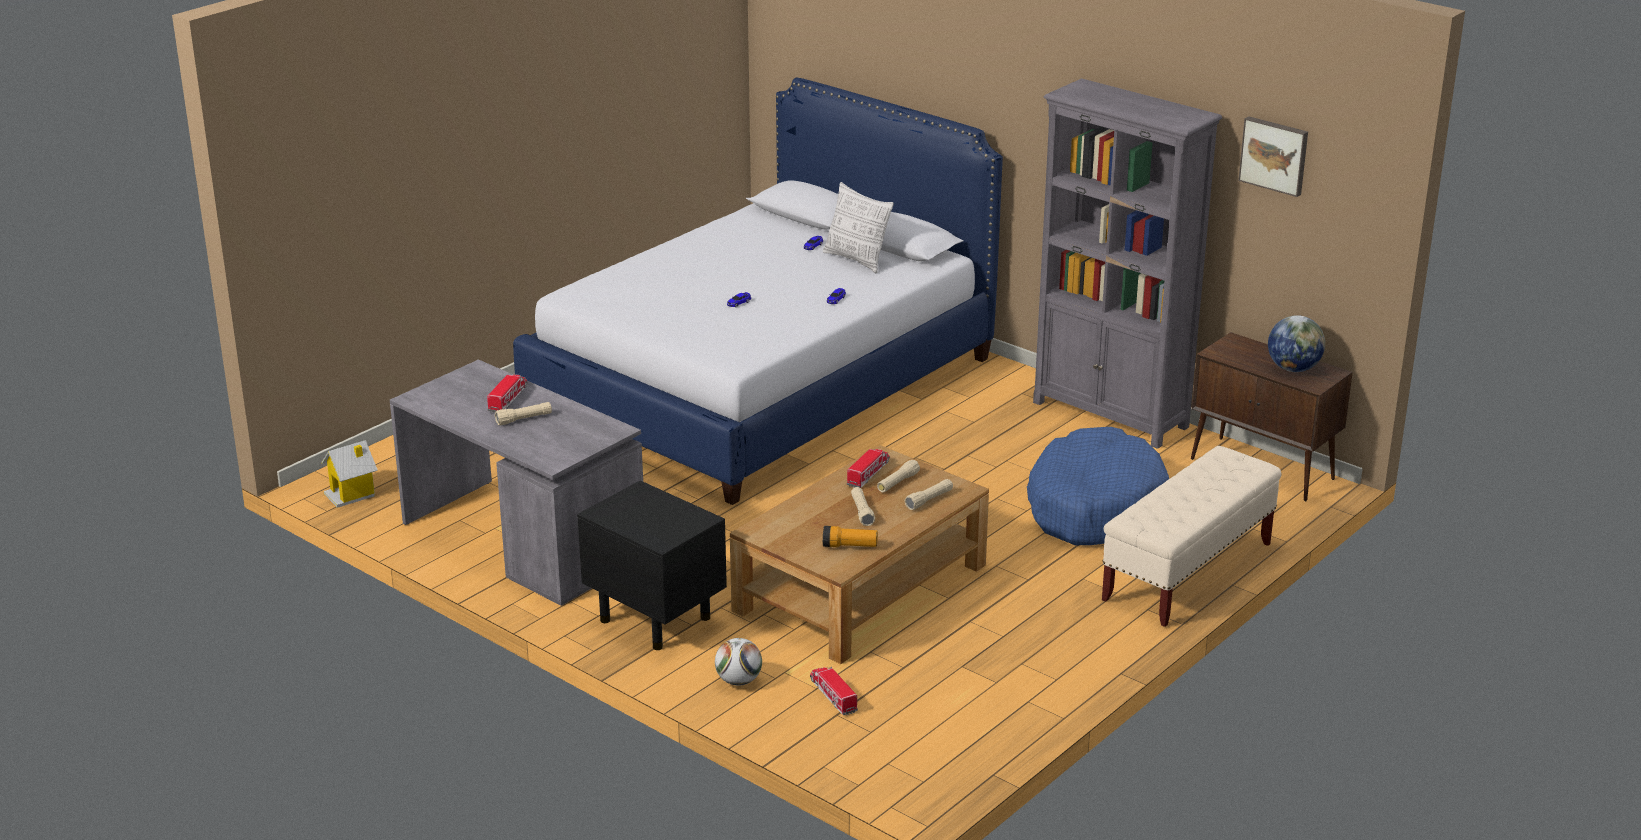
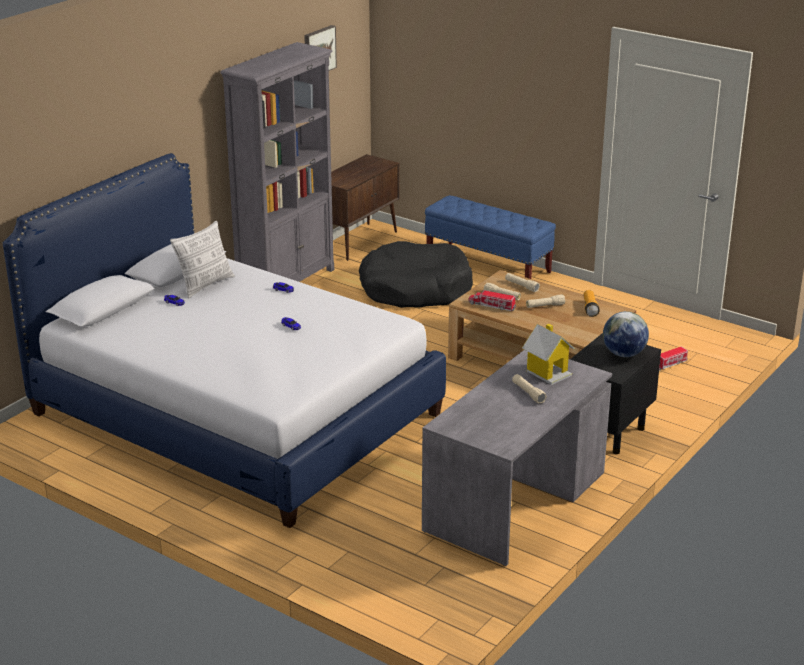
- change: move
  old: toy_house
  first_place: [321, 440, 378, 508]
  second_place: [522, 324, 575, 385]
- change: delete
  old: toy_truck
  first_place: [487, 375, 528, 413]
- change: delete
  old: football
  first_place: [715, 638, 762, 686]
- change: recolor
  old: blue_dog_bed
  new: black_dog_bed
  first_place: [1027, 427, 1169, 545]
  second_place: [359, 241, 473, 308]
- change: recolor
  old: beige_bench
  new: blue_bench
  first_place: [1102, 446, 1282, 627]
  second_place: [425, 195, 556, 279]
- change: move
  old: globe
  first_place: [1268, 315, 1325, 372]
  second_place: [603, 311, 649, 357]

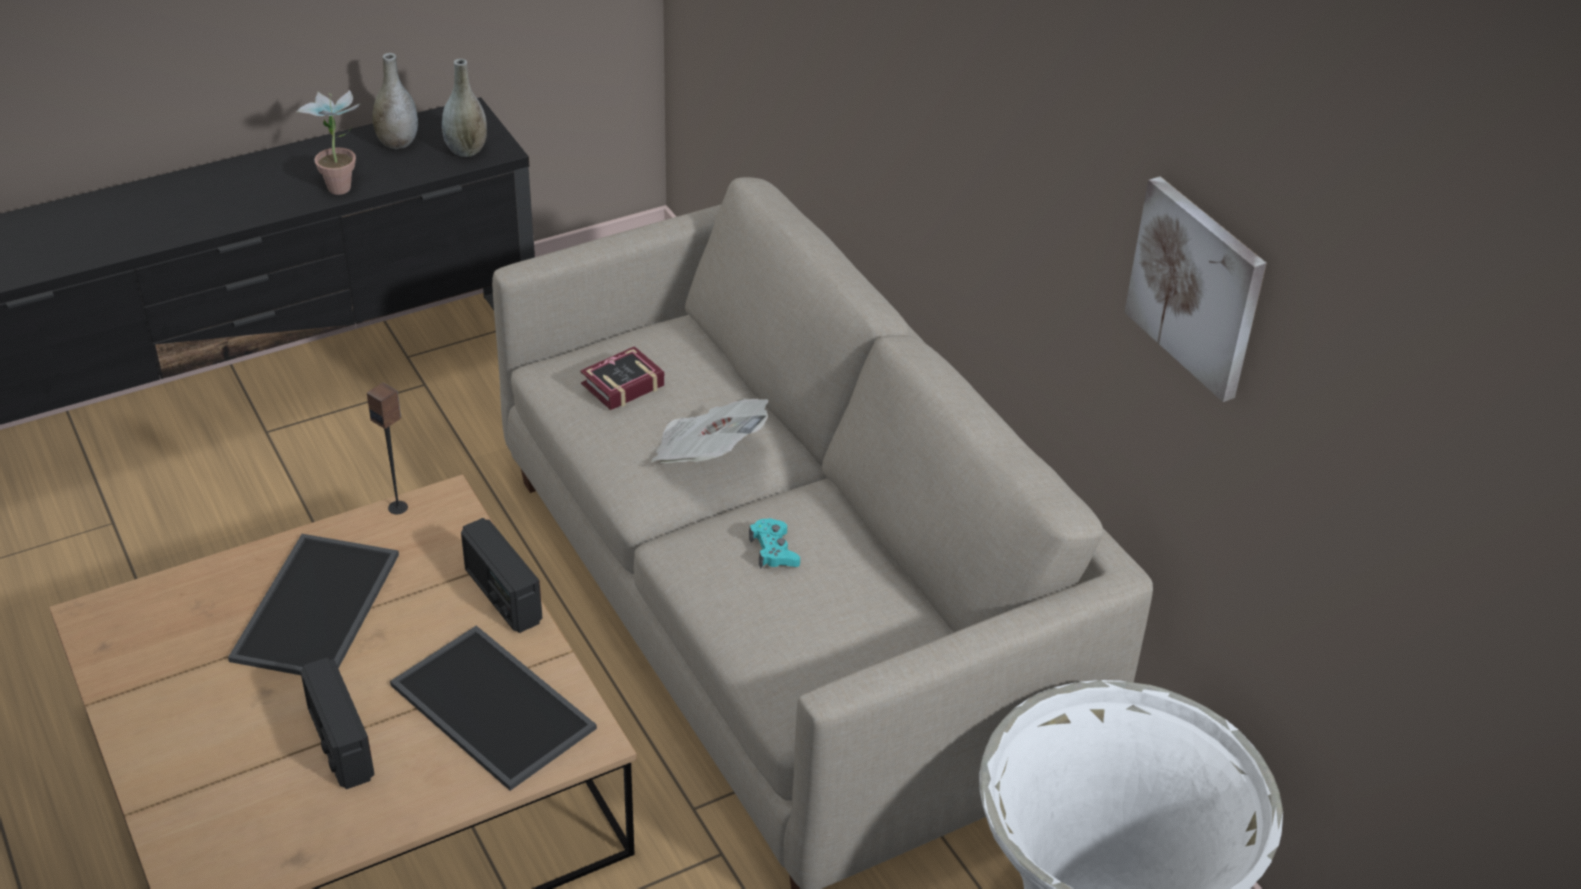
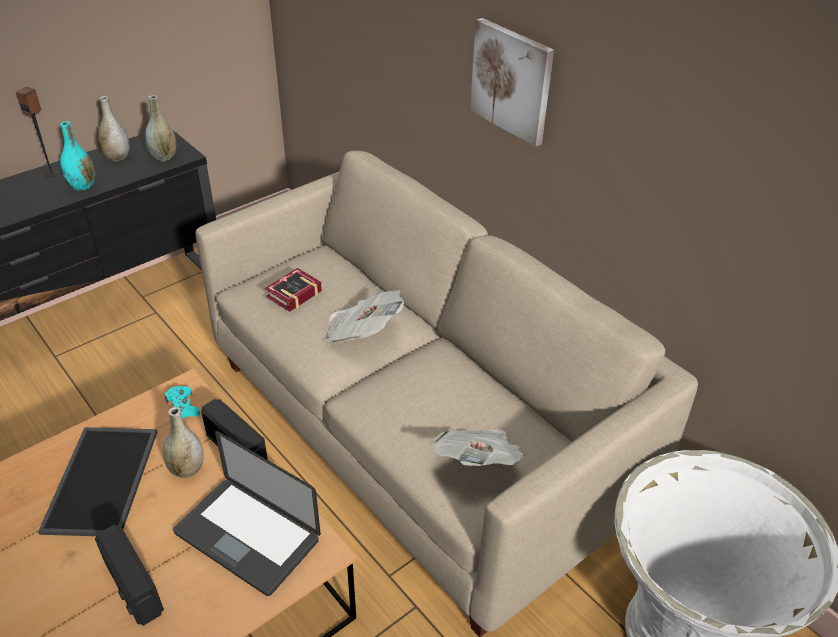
- change: replace
  old: potted_plant
  new: turquoise_vase
  first_place: [297, 90, 360, 195]
  second_place: [60, 121, 95, 191]
- change: move
  old: speaker
  first_place: [367, 382, 408, 514]
  second_place: [16, 87, 58, 177]
- change: replace
  old: tray
  new: laptop
  first_place: [390, 626, 597, 791]
  second_place: [173, 431, 321, 596]
- change: move
  old: turquoise_game_controller
  first_place: [749, 518, 800, 569]
  second_place: [164, 386, 200, 418]
- change: move
  old: picture
  first_place: [1124, 176, 1267, 402]
  second_place: [470, 18, 554, 147]
- change: insert
  new: grey_vase
  second_place: [163, 407, 203, 478]
- change: insert
  new: newspaper
  second_place: [430, 429, 525, 466]

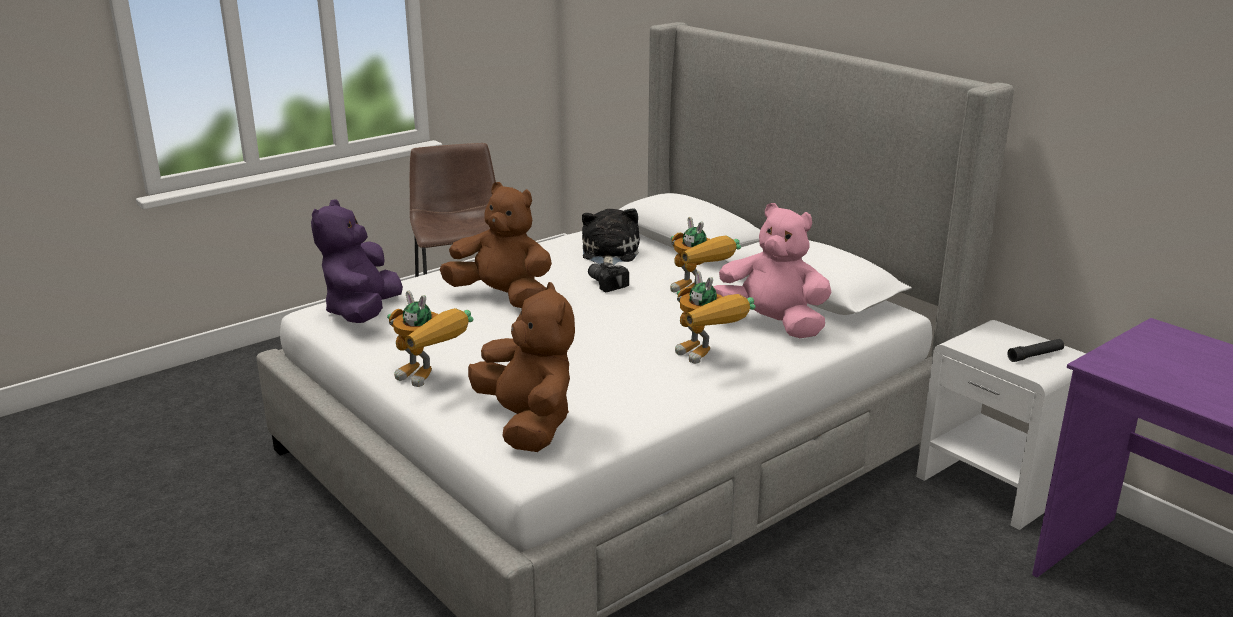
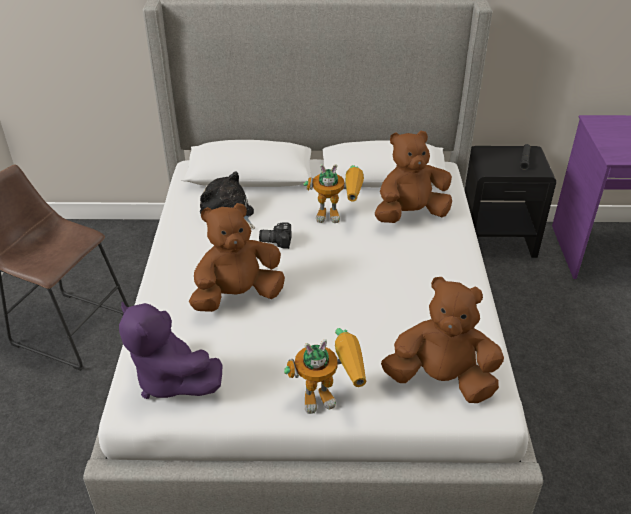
- change: delete
  old: toy_robot
  first_place: [675, 271, 756, 364]
- change: recolor
  old: pink_plush_toy
  new: brown_plush_toy
  first_place: [713, 203, 831, 338]
  second_place: [375, 130, 452, 223]
- change: recolor
  old: white_nightstand
  new: black_nightstand
  first_place: [916, 320, 1086, 530]
  second_place: [465, 146, 556, 258]

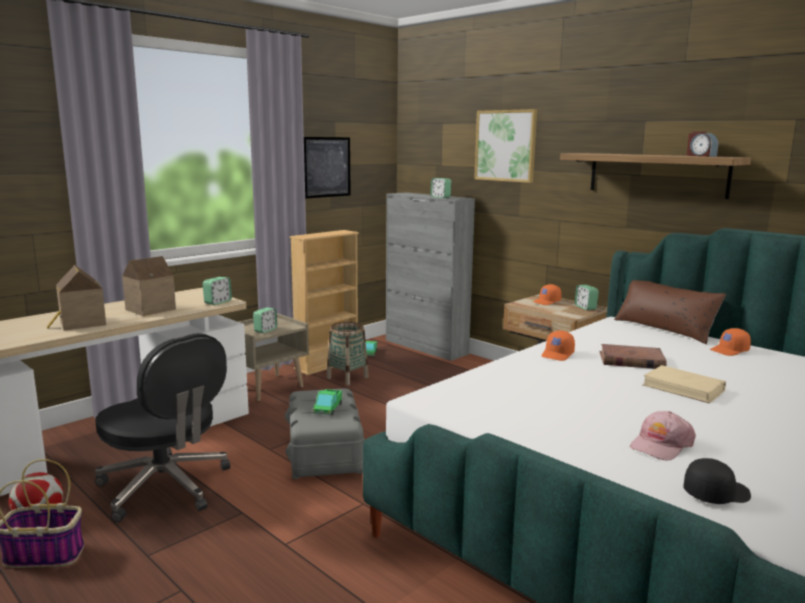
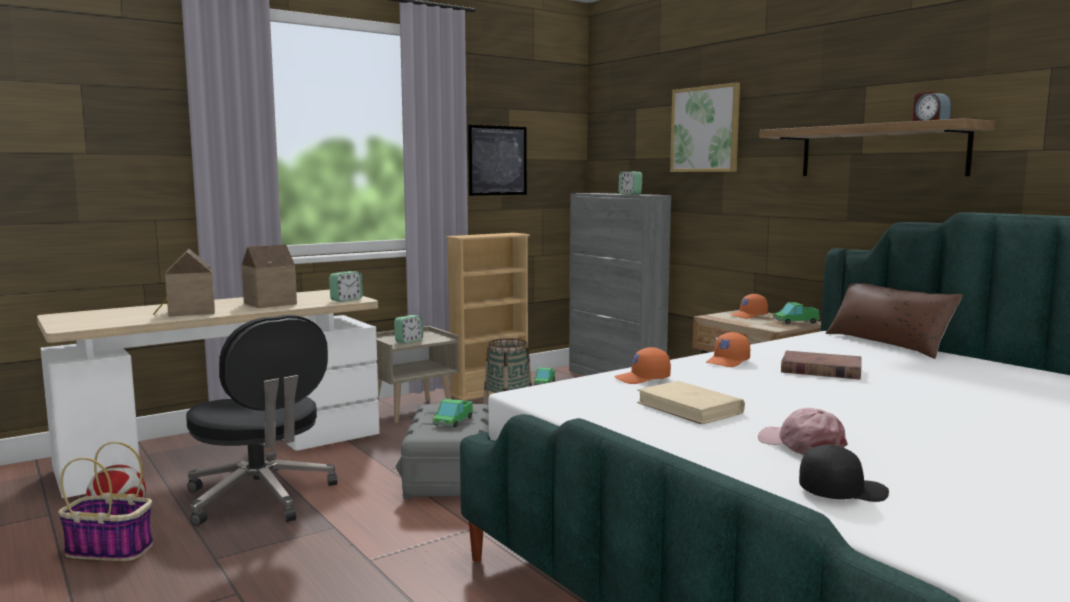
- change: replace
  old: alarm_clock
  new: toy_truck
  first_place: [575, 285, 599, 310]
  second_place: [773, 302, 820, 324]
- change: rotate
  old: pink_cap
  first_place: [630, 411, 696, 461]
  second_place: [758, 408, 848, 455]
  degrees: 90
- change: move
  old: beige_book
  first_place: [642, 365, 726, 403]
  second_place: [637, 381, 745, 424]
- change: move
  old: orange_cap
  first_place: [710, 328, 751, 356]
  second_place: [614, 347, 671, 384]

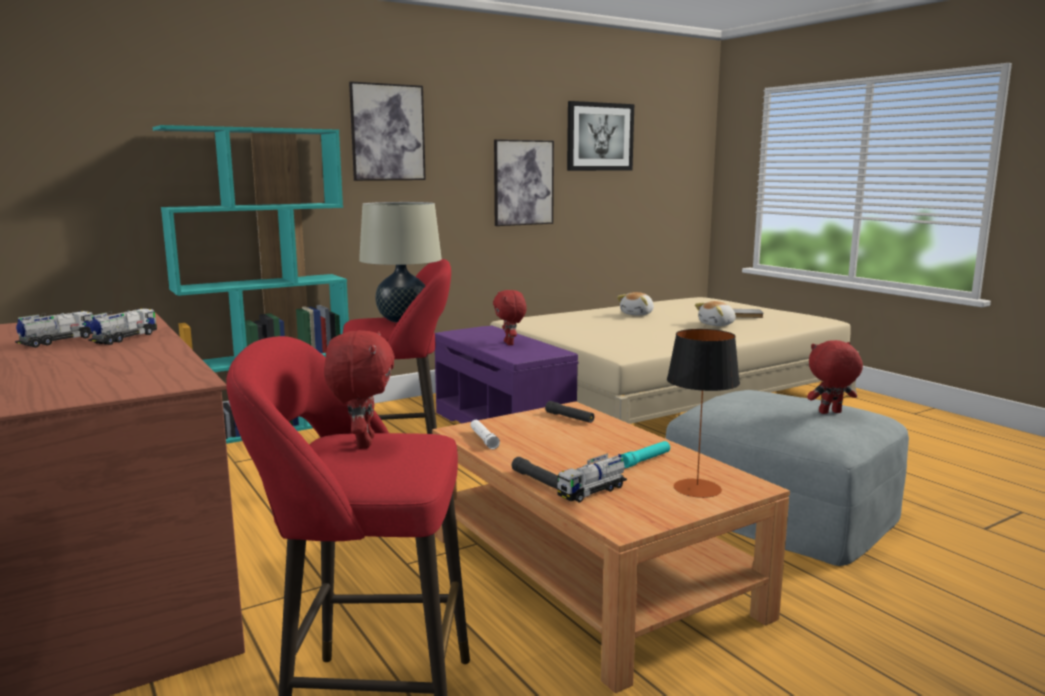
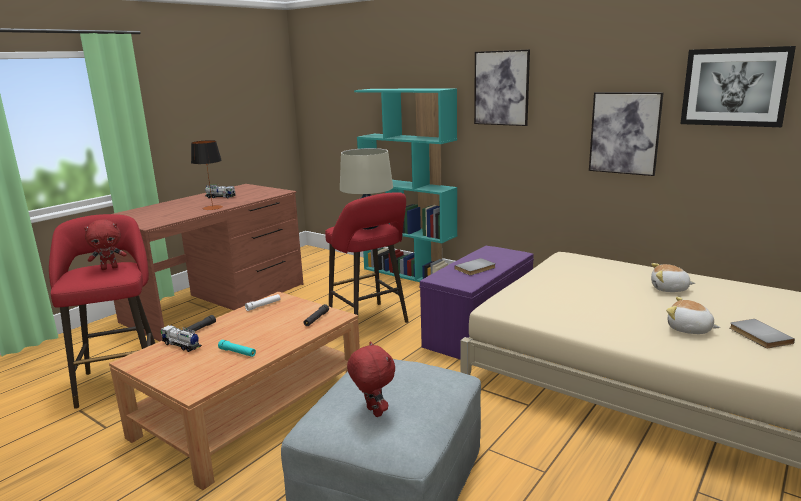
- change: delete
  old: toy_truck
  first_place: [88, 308, 157, 345]
- change: replace
  old: red_plush_toy
  new: grey_book
  first_place: [493, 290, 527, 345]
  second_place: [455, 258, 496, 275]
- change: move
  old: table_lamp
  first_place: [667, 329, 740, 498]
  second_place: [191, 140, 223, 210]

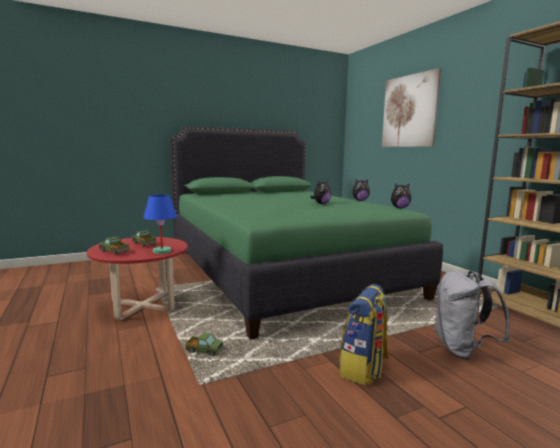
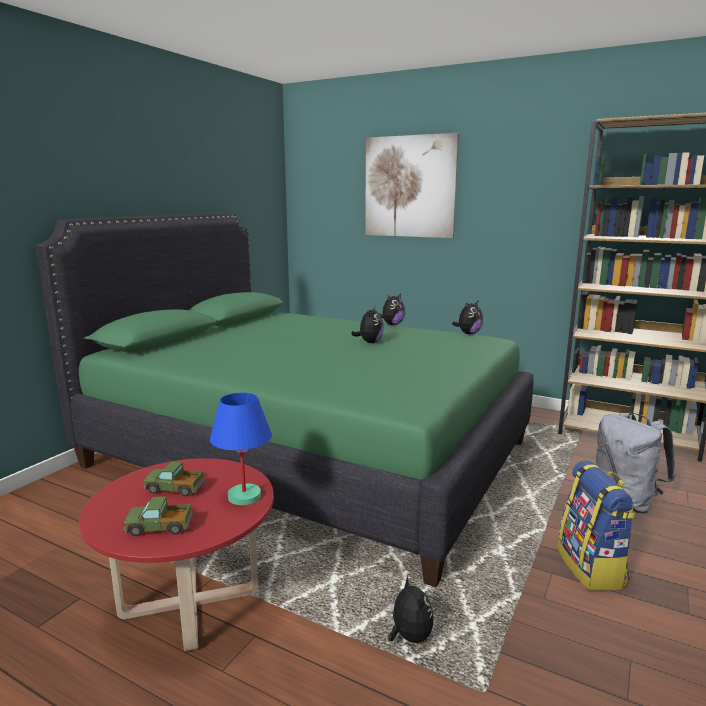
- change: replace
  old: toy_truck
  new: plush_toy
  first_place: [185, 333, 224, 356]
  second_place: [388, 576, 433, 643]

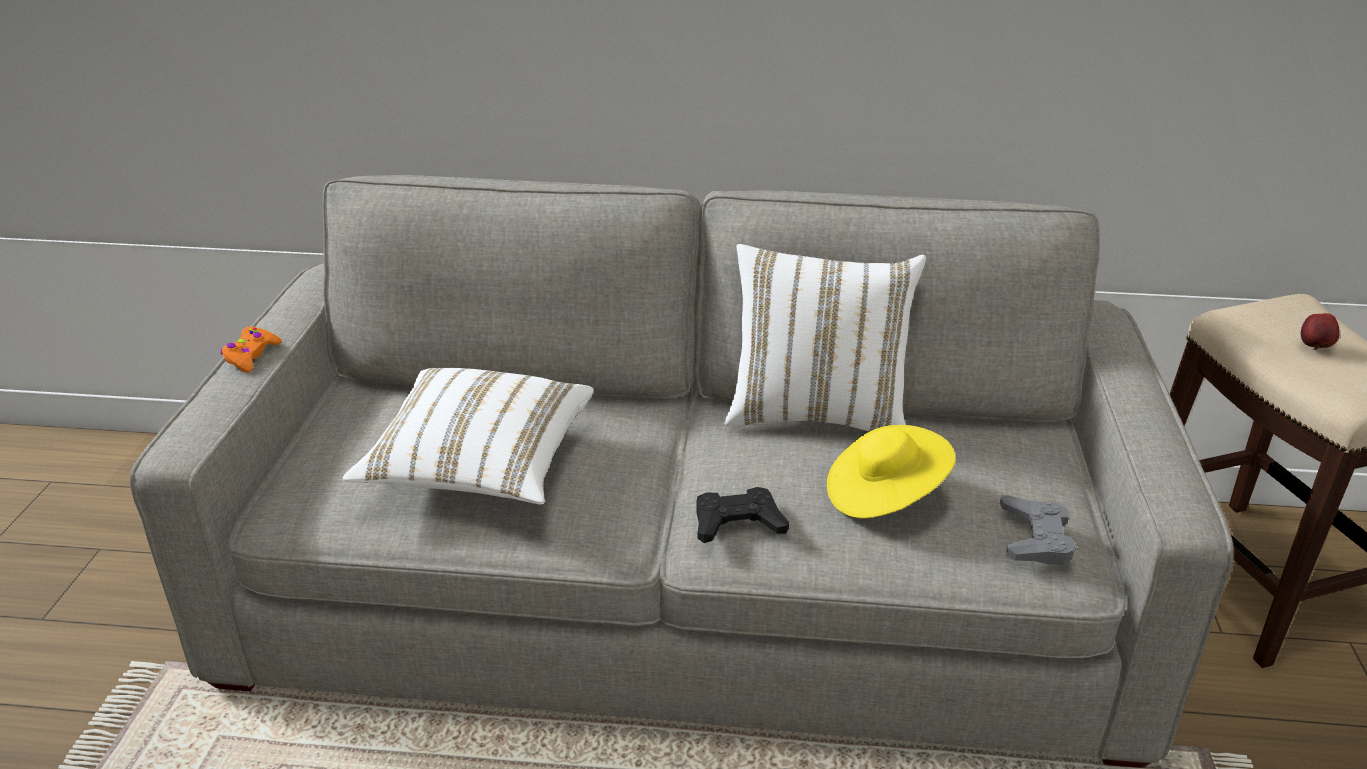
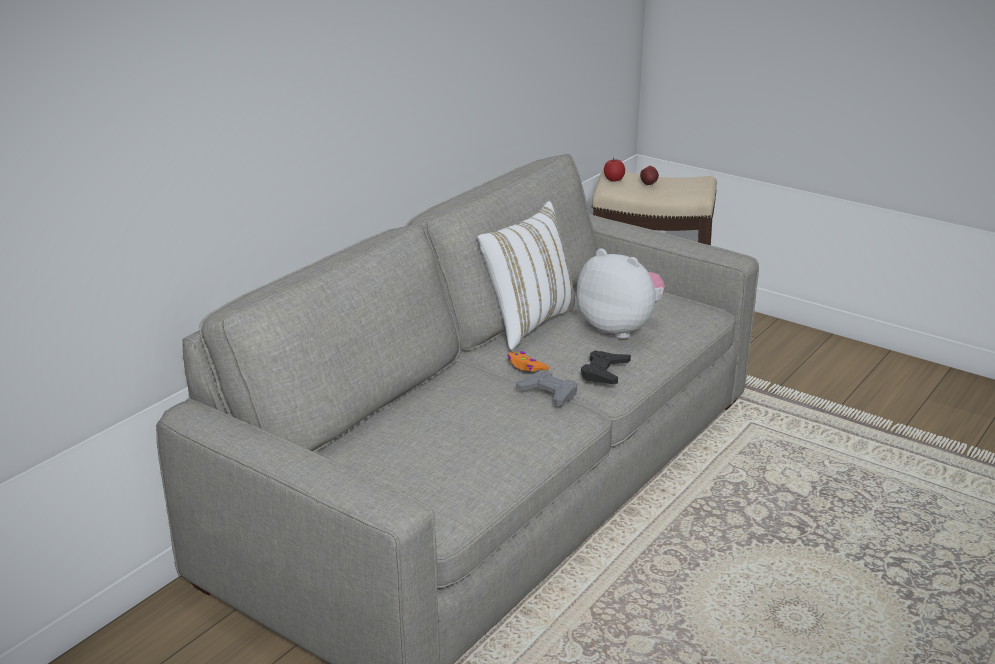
- change: move
  old: orange_game_controller
  first_place: [221, 326, 282, 373]
  second_place: [507, 351, 549, 371]
- change: delete
  old: white_pillow
  first_place: [343, 368, 594, 505]
- change: replace
  old: yellow_hat
  new: plush_toy
  first_place: [827, 425, 956, 518]
  second_place: [577, 248, 665, 339]
- change: move
  old: grey_game_controller
  first_place: [1000, 495, 1077, 565]
  second_place: [516, 370, 577, 406]
- change: insert
  new: apple
  second_place: [604, 158, 625, 182]

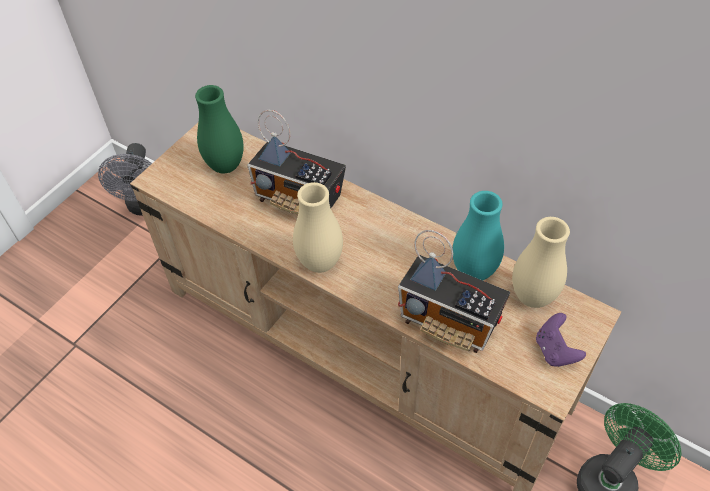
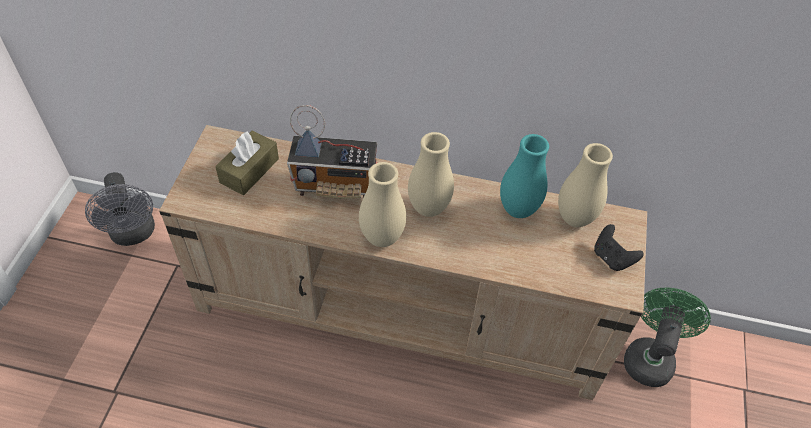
- change: replace
  old: green_vase
  new: brown_tissue_box
  first_place: [195, 85, 244, 173]
  second_place: [215, 131, 279, 195]
- change: delete
  old: radio
  first_place: [398, 230, 510, 353]
- change: recolor
  old: purple_game_controller
  new: black_game_controller
  first_place: [536, 313, 586, 367]
  second_place: [594, 224, 644, 271]
- change: insert
  new: beige_vase
  second_place: [408, 132, 454, 217]

